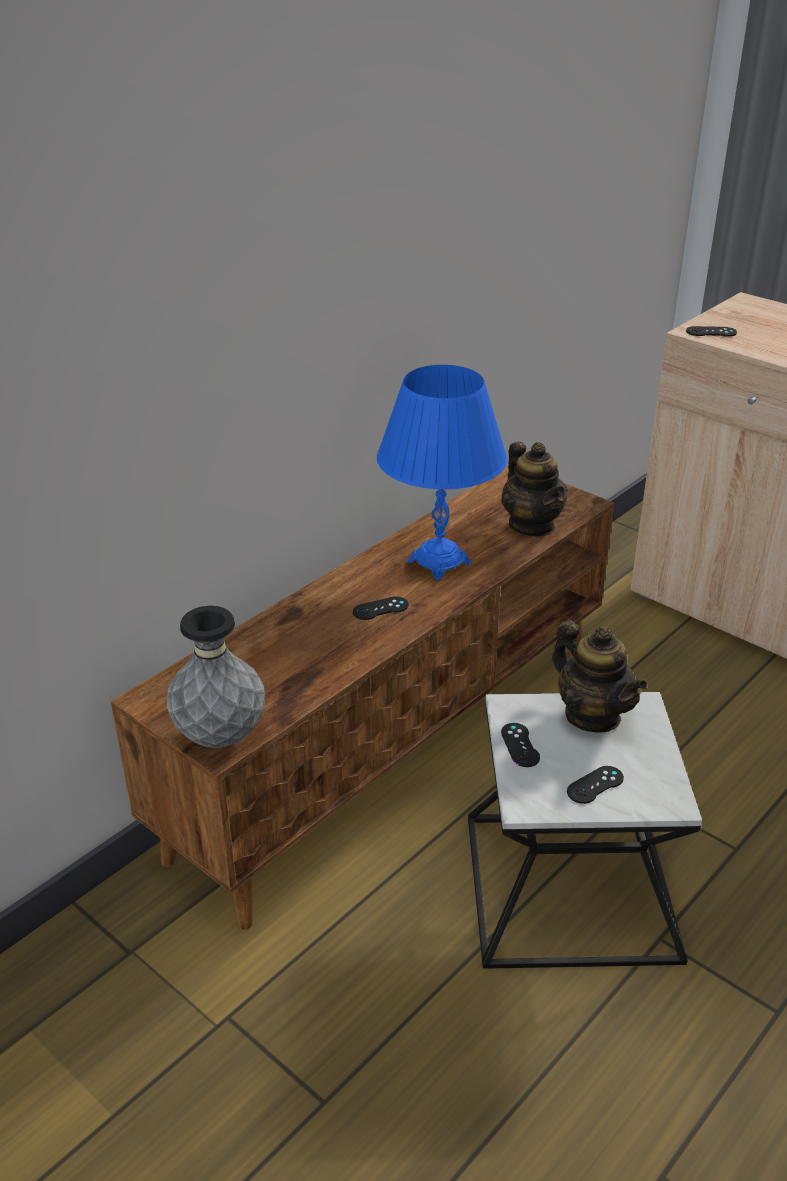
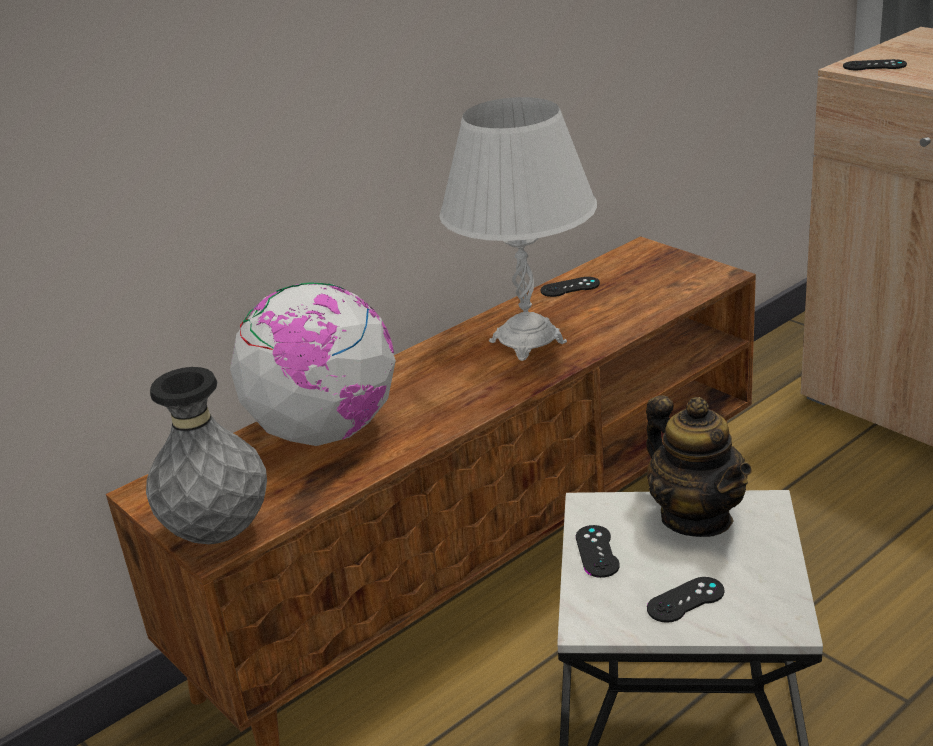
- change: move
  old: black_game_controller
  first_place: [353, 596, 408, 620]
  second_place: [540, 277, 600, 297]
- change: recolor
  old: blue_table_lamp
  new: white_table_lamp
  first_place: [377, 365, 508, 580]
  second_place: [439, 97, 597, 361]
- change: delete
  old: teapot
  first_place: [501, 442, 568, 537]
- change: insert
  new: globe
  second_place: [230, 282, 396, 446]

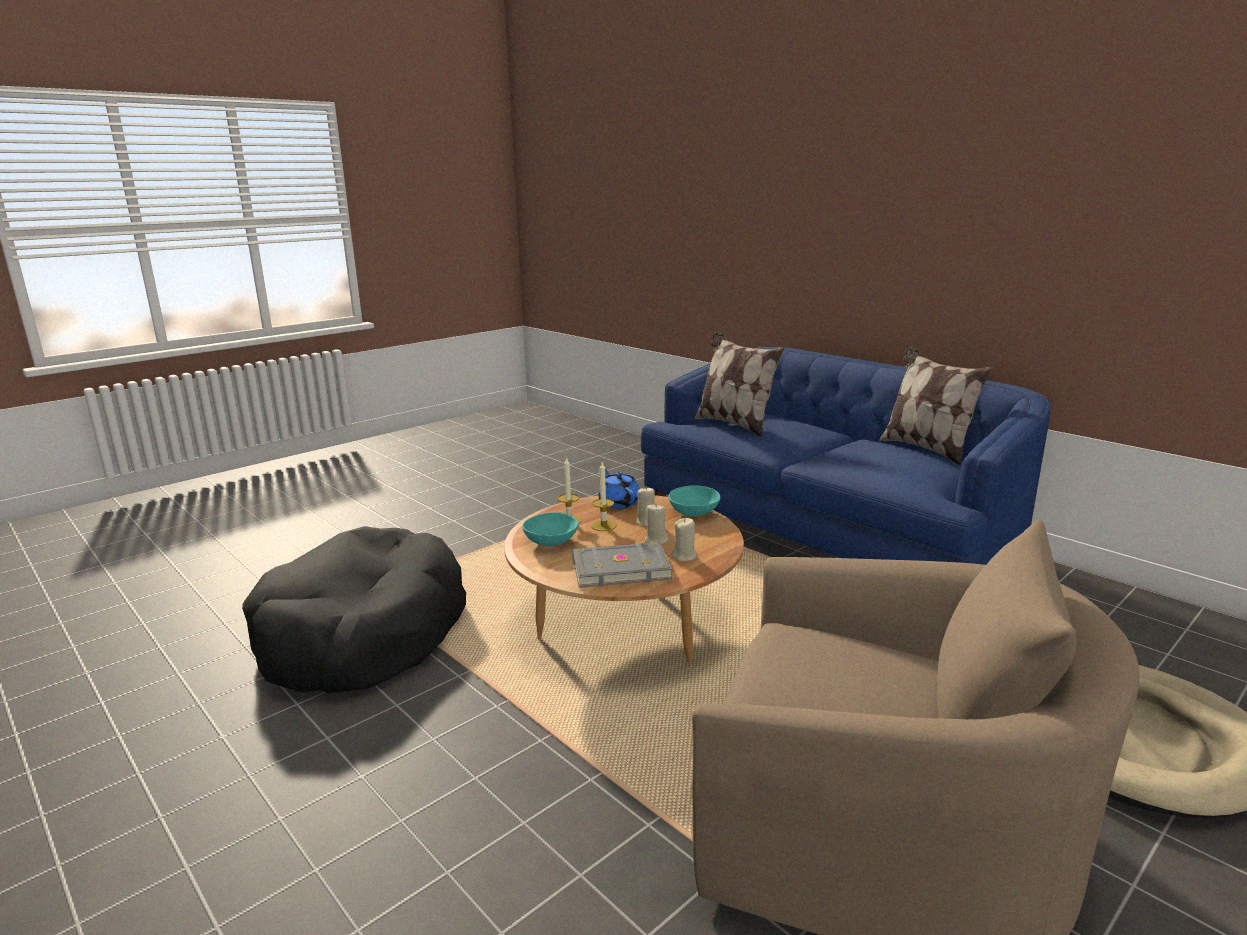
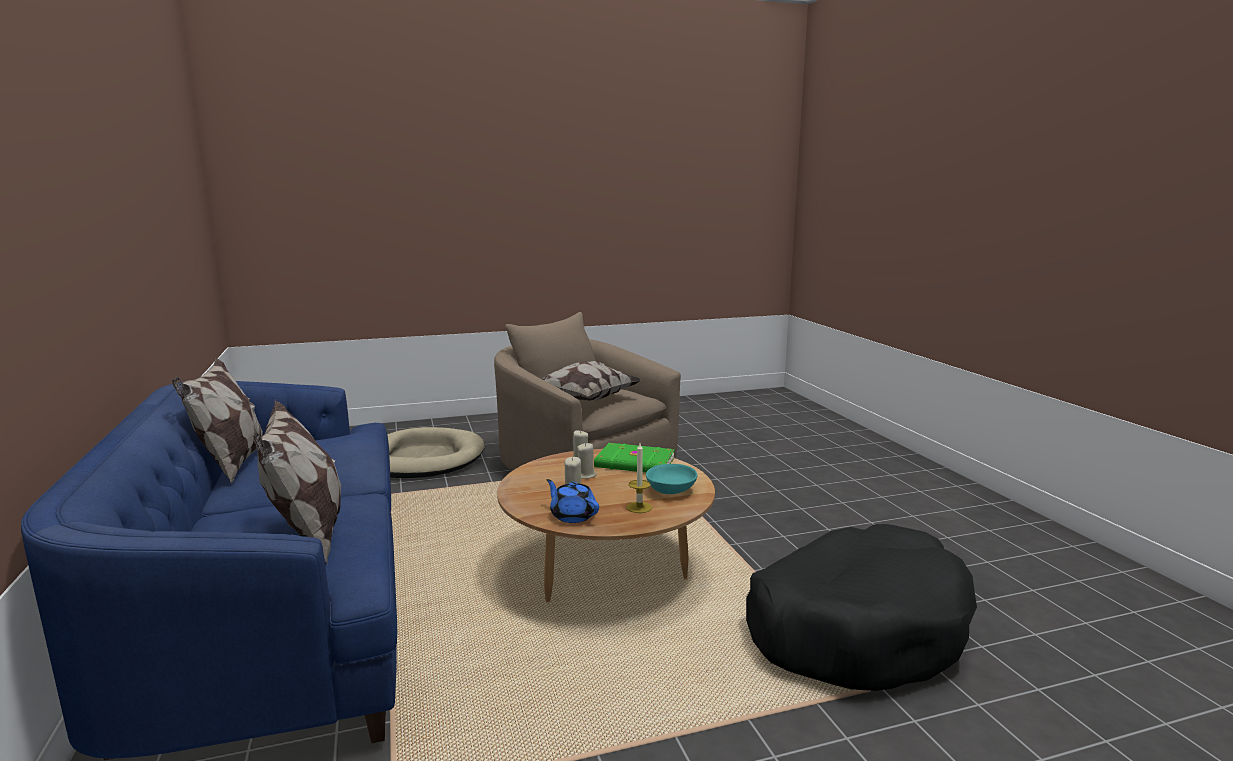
- change: recolor
  old: grey_book
  new: green_book
  first_place: [572, 542, 672, 588]
  second_place: [594, 443, 675, 473]
- change: delete
  old: candle
  first_place: [591, 462, 617, 531]
- change: rotate
  old: blue_teapot
  first_place: [598, 469, 639, 509]
  second_place: [546, 479, 599, 523]
  degrees: 135
- change: delete
  old: turquoise_bowl
  first_place: [669, 485, 721, 517]
- change: insert
  new: pillow
  second_place: [542, 361, 641, 401]

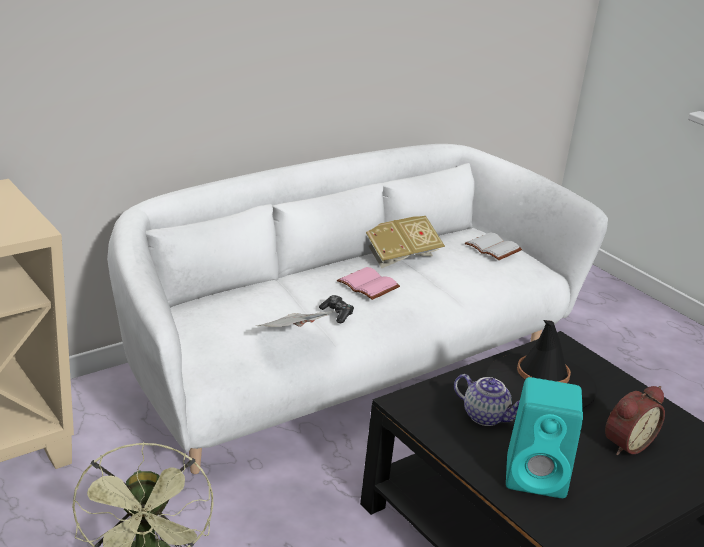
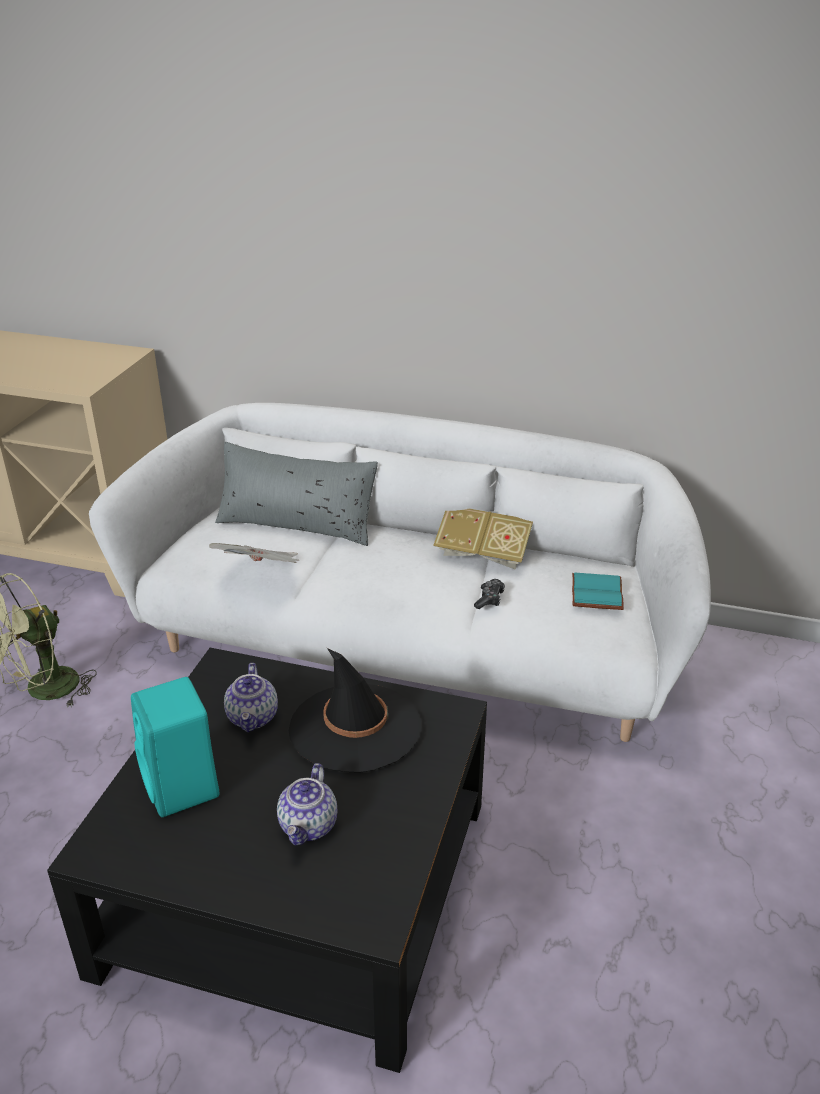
- change: move
  old: game_controller
  first_place: [319, 295, 354, 323]
  second_place: [474, 579, 505, 609]
- change: delete
  old: pink_book
  first_place: [337, 267, 400, 300]
- change: recolor
  old: white_book
  new: turquoise_book
  first_place: [465, 232, 522, 260]
  second_place: [572, 572, 624, 610]
- change: replace
  old: alarm_clock
  new: teapot
  first_place: [605, 386, 665, 455]
  second_place: [277, 763, 337, 846]
- change: insert
  new: grey_pillow
  second_place: [215, 442, 378, 546]

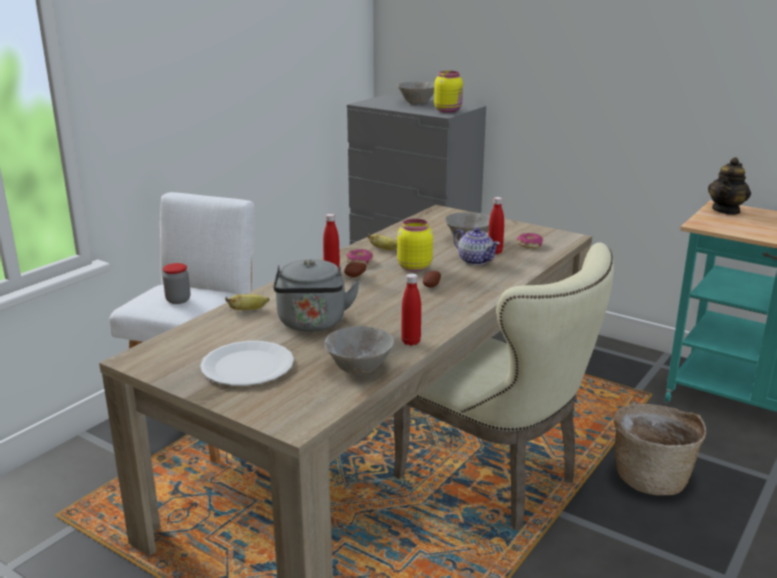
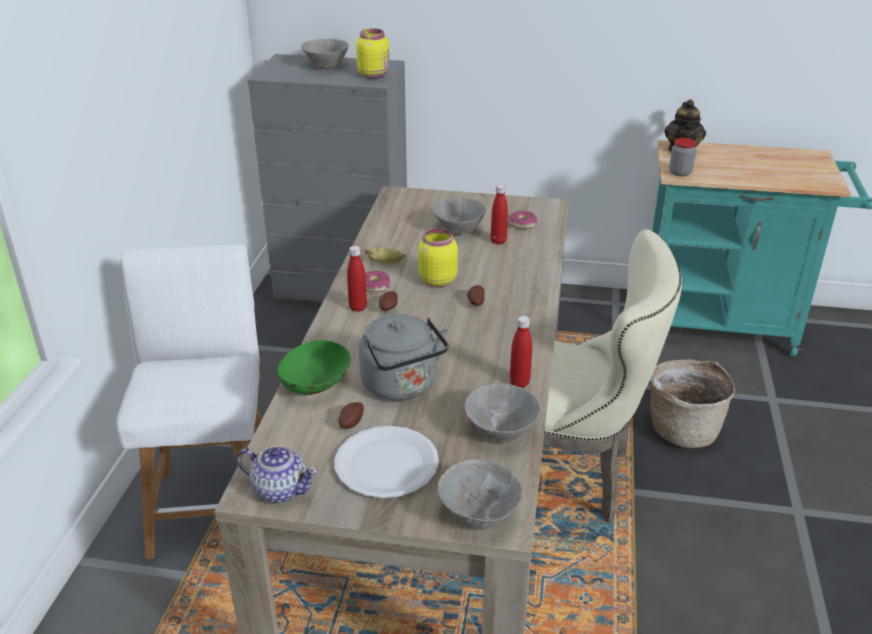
- change: move
  old: jar
  first_place: [163, 263, 191, 304]
  second_place: [669, 138, 697, 177]
- change: replace
  old: banana
  new: green_bowl
  first_place: [225, 295, 269, 310]
  second_place: [278, 340, 351, 395]
- change: move
  old: teapot
  first_place: [453, 228, 500, 265]
  second_place: [237, 446, 318, 503]
- change: insert
  new: potato
  second_place: [338, 402, 364, 429]
- change: insert
  new: grey_bowl
  second_place: [437, 459, 522, 529]

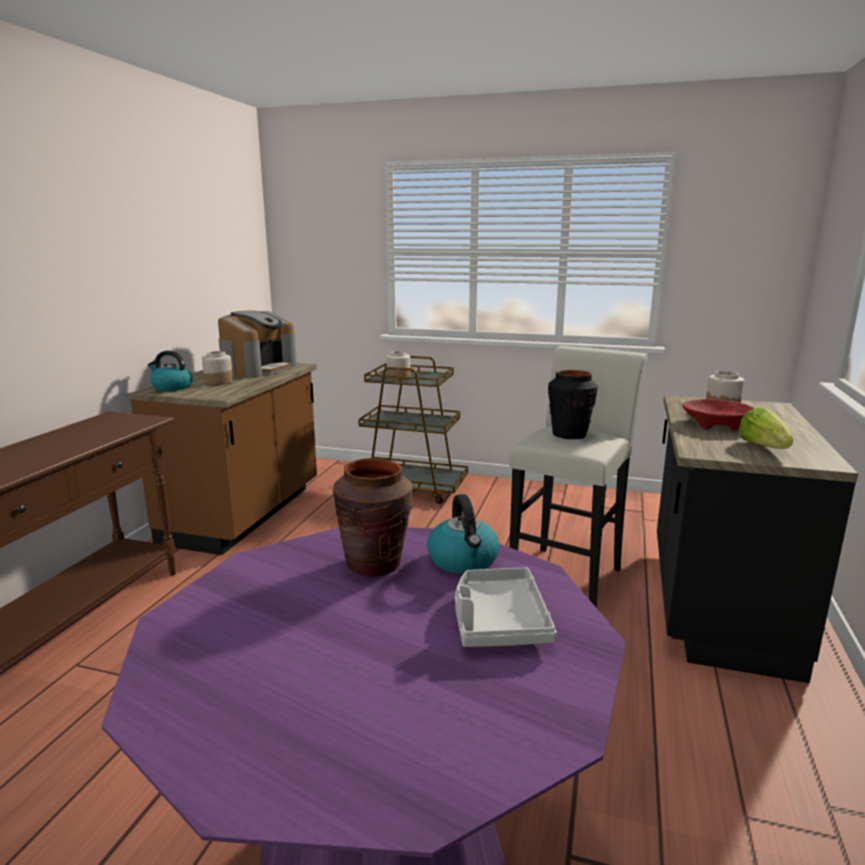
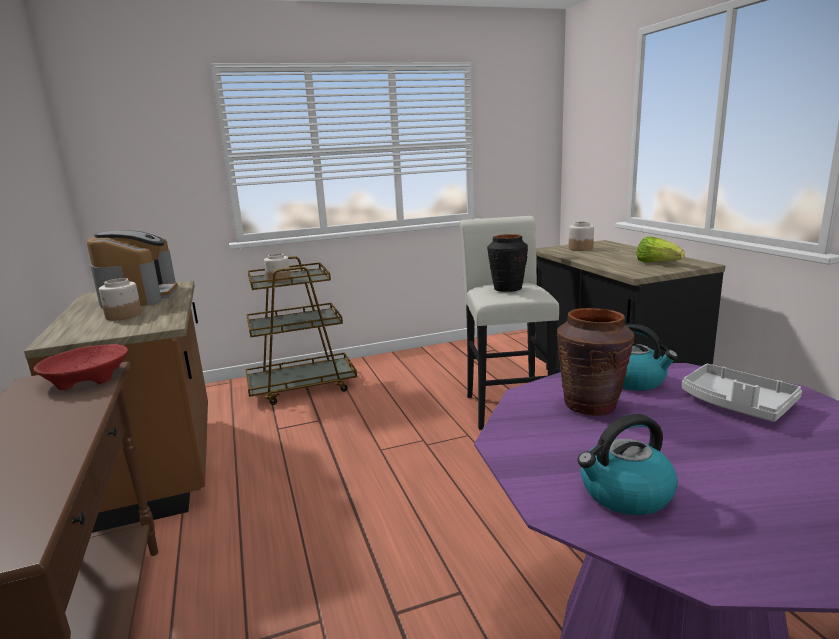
- change: move
  old: kettle
  first_place: [148, 351, 193, 391]
  second_place: [578, 414, 678, 515]
- change: move
  old: red_bowl
  first_place: [682, 399, 754, 431]
  second_place: [34, 344, 128, 390]

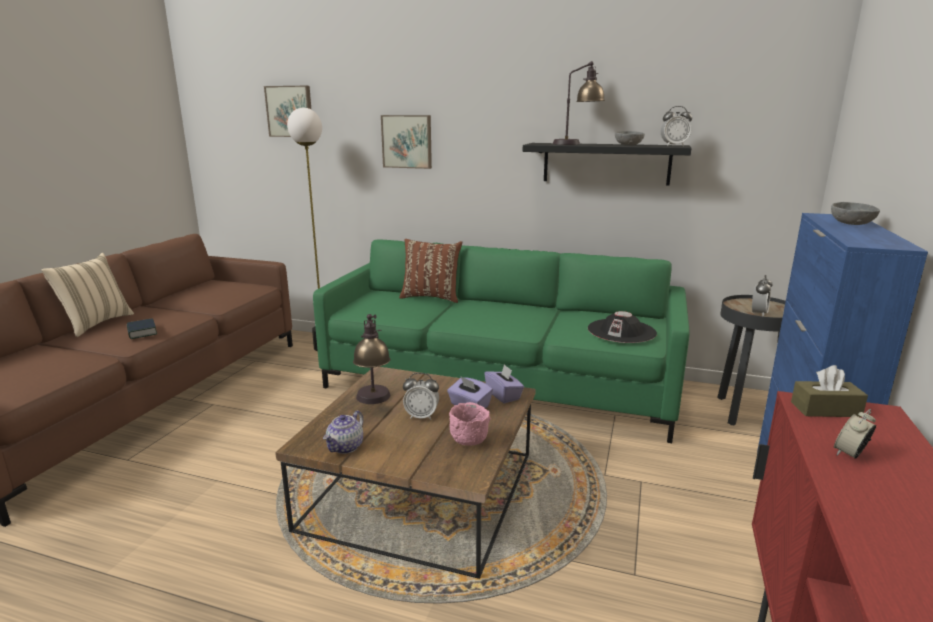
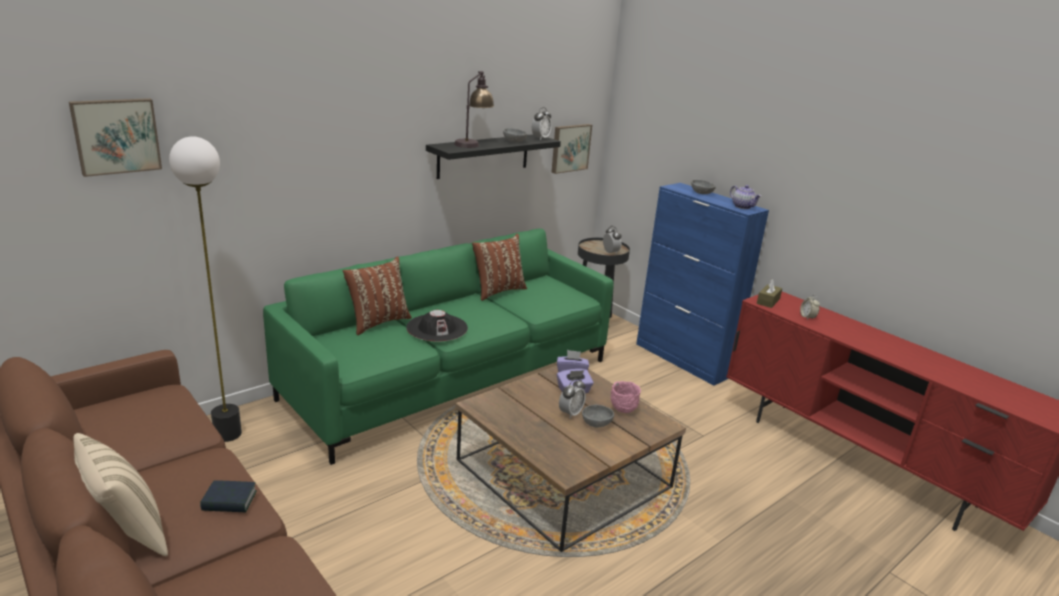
- change: move
  old: teapot
  first_place: [323, 411, 363, 454]
  second_place: [730, 185, 761, 209]
- change: delete
  old: table_lamp
  first_place: [353, 314, 390, 404]
- change: move
  old: picture
  first_place: [381, 115, 432, 169]
  second_place: [552, 124, 592, 174]
- change: move
  old: black_hat
  first_place: [588, 311, 657, 343]
  second_place: [406, 310, 468, 341]
- change: insert
  new: brown_pillow
  second_place: [472, 234, 527, 301]
- change: insert
  new: grey_bowl
  second_place: [582, 405, 614, 427]

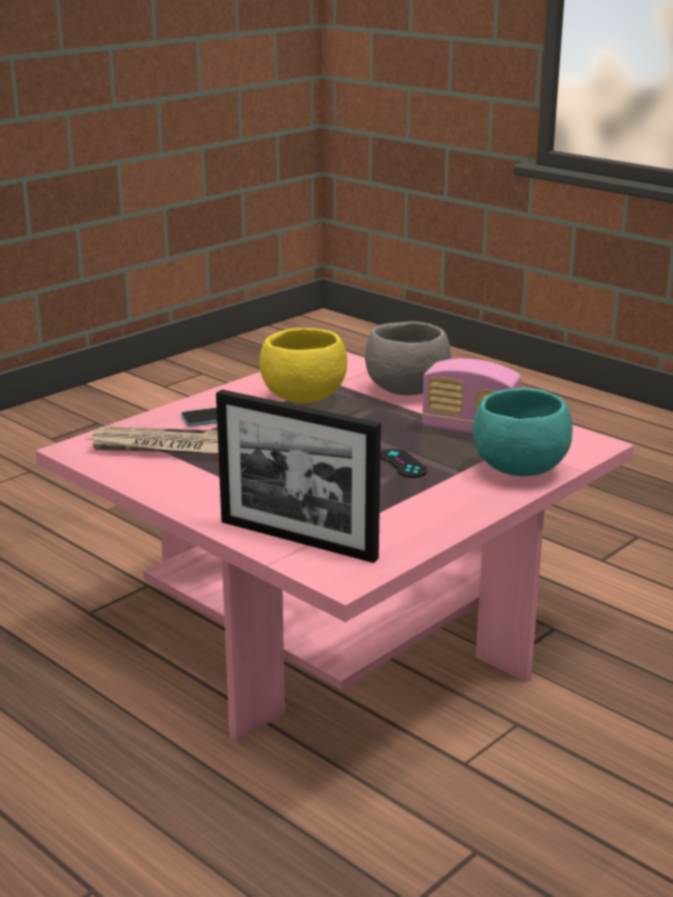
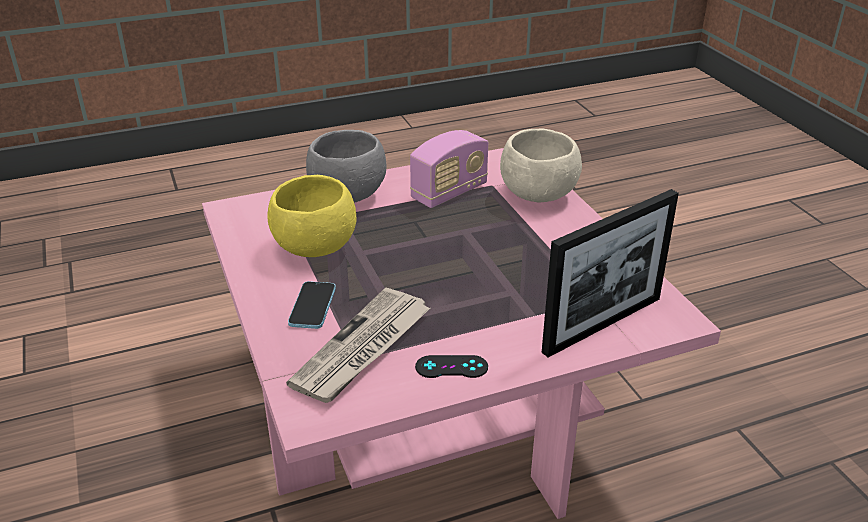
- change: move
  old: black_game_controller
  first_place: [380, 449, 427, 478]
  second_place: [415, 355, 488, 378]
- change: recolor
  old: turquoise_bowl
  new: beige_bowl
  first_place: [473, 388, 573, 476]
  second_place: [500, 128, 582, 202]

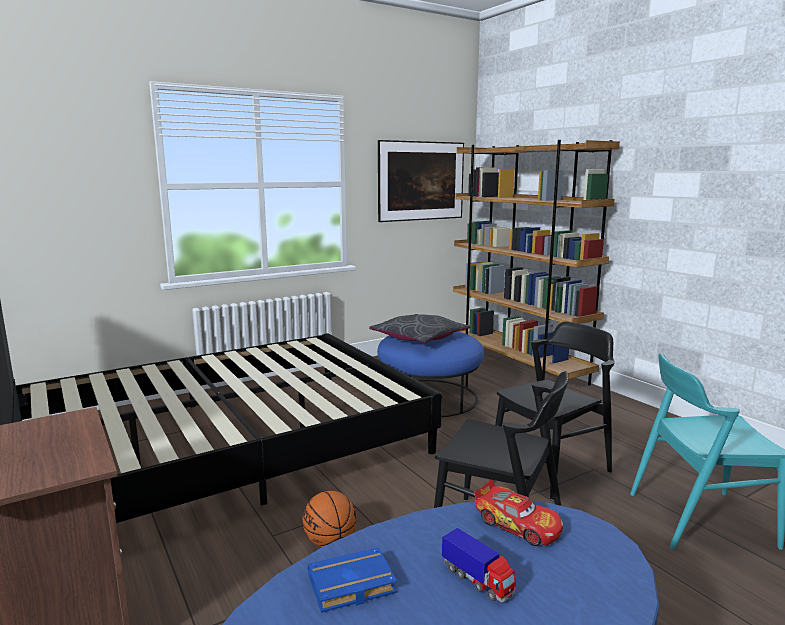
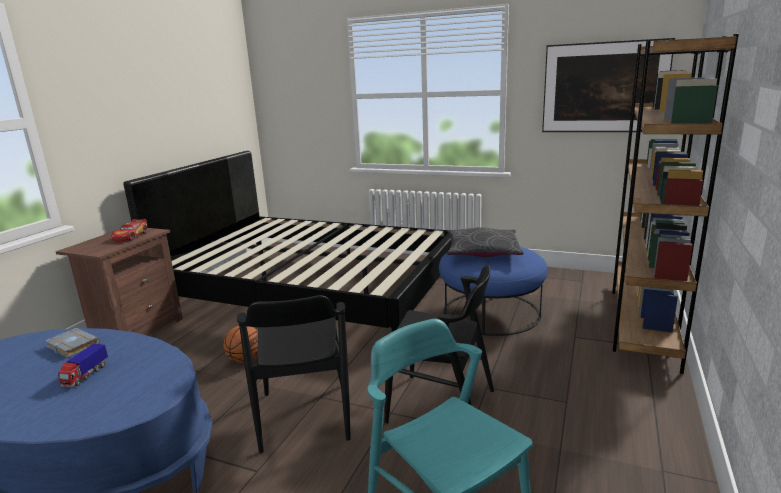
- change: recolor
  old: blue_book
  new: grey_book
  first_place: [308, 547, 397, 613]
  second_place: [45, 328, 100, 358]
- change: move
  old: toy_car
  first_place: [474, 480, 563, 546]
  second_place: [111, 219, 147, 241]

